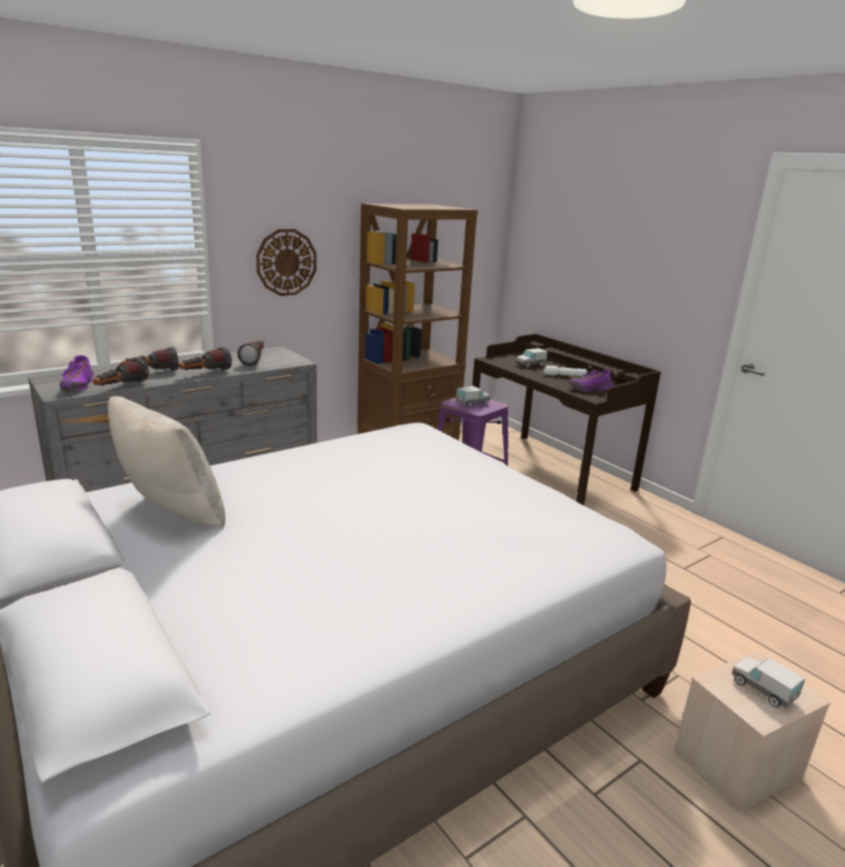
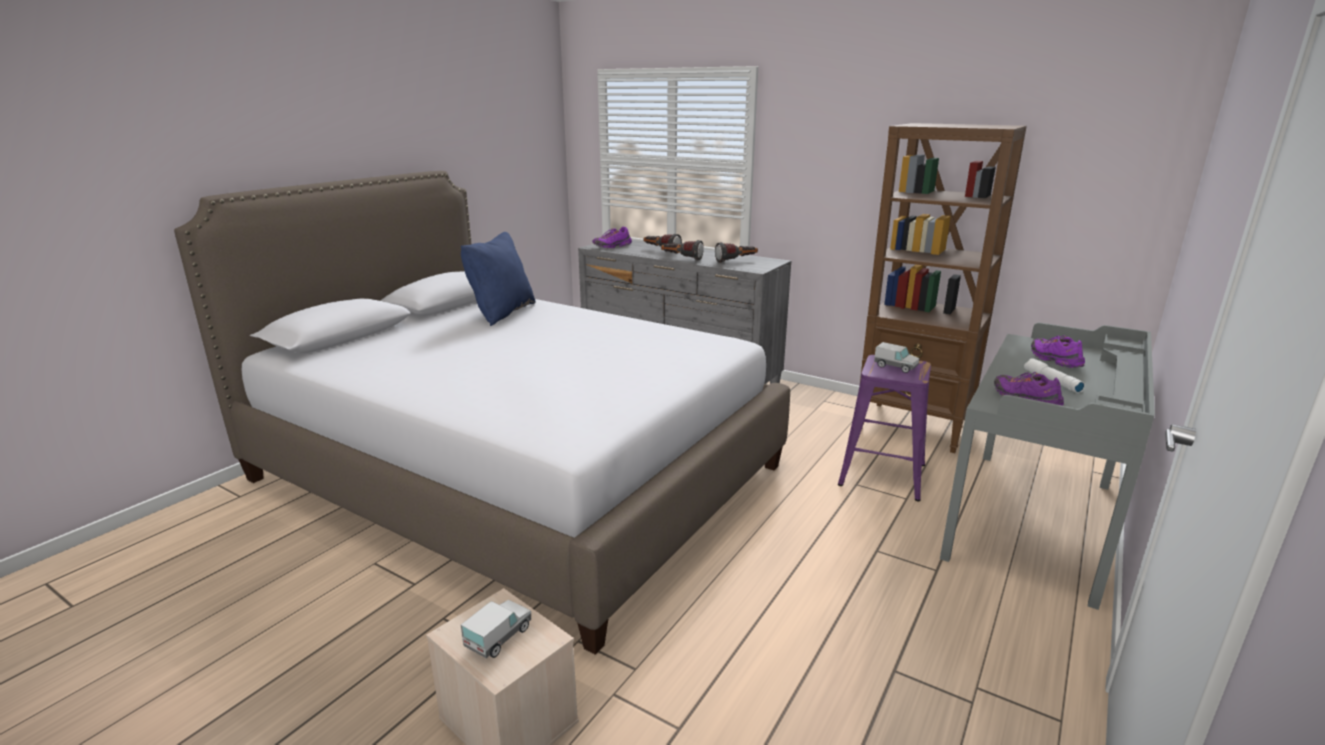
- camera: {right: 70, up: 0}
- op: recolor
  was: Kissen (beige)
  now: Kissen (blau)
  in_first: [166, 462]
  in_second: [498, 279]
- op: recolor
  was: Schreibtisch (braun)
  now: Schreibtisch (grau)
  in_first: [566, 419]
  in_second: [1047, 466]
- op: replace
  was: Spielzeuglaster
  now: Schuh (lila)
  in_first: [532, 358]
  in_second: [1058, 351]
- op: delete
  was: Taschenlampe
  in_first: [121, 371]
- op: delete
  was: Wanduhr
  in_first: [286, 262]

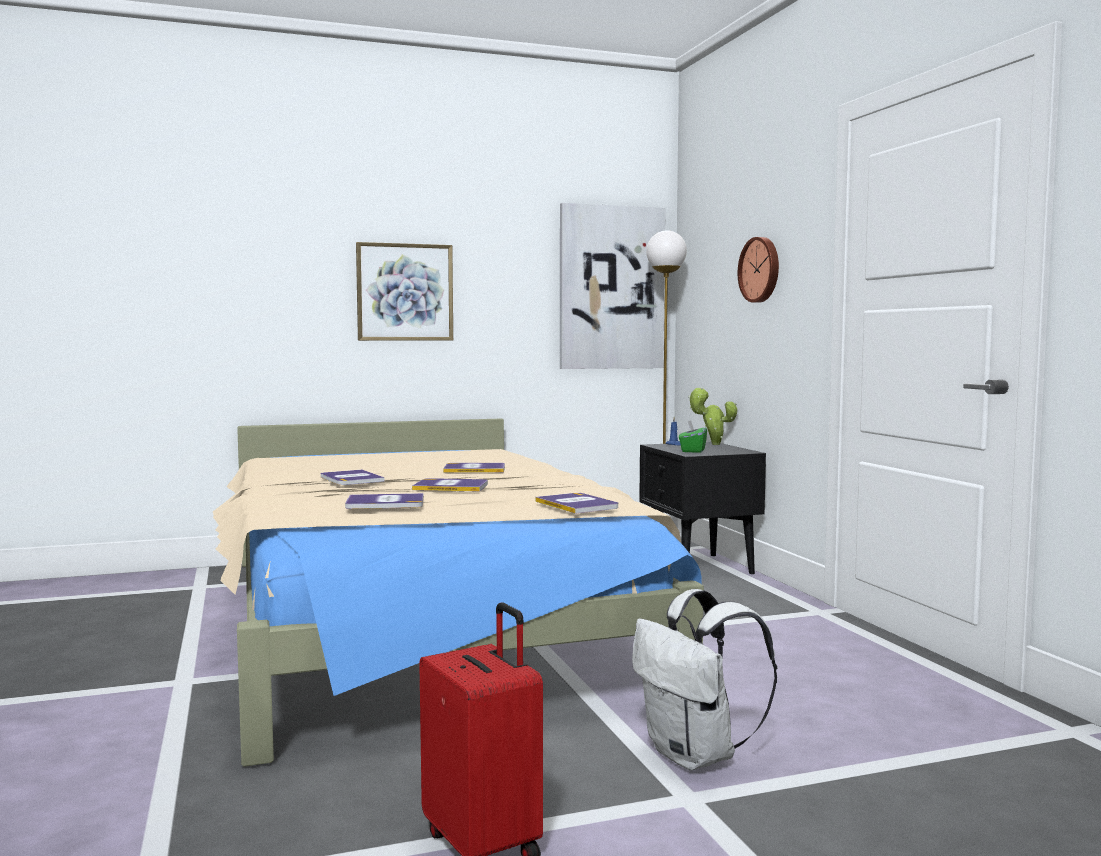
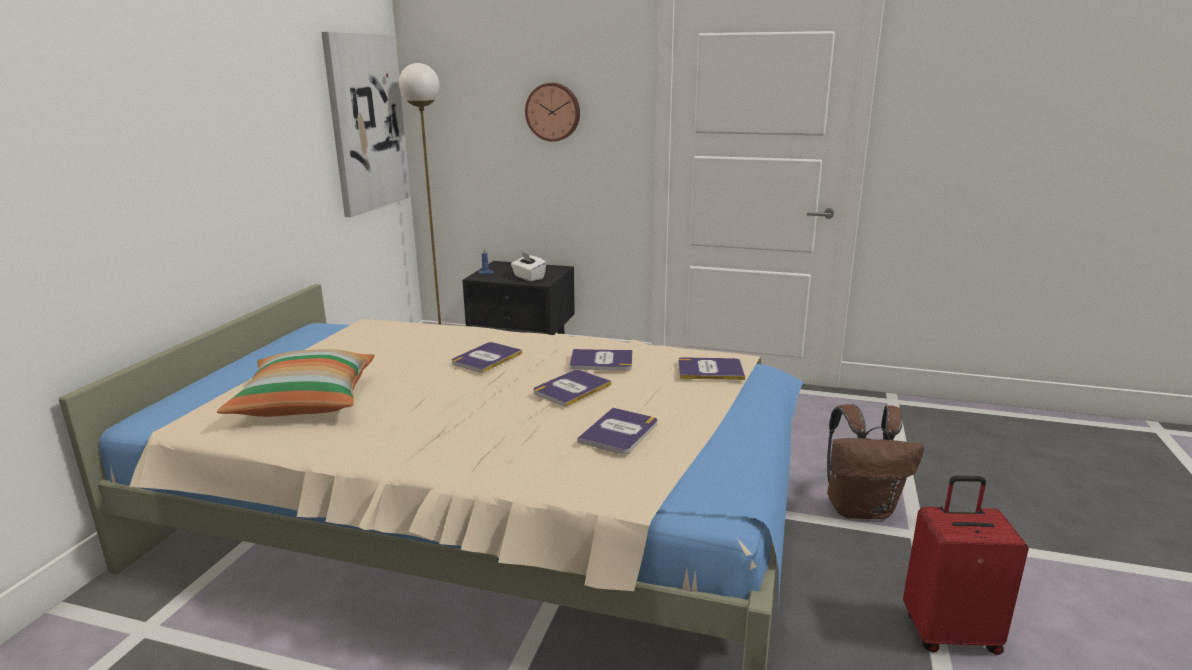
- camera: {right: -55, up: 15}
- op: insert
  now: Kissen
  in_second: [295, 383]
- op: recolor
  was: Taschentuchbox (grün)
  now: Taschentuchbox (weiß)
  in_first: [693, 436]
  in_second: [528, 266]
- op: move
  was: Buch
  in_first: [353, 477]
  in_second: [601, 359]
- op: recolor
  was: Rucksack (weiß)
  now: Rucksack (braun)
  in_first: [704, 680]
  in_second: [875, 461]
- op: delete
  was: Bild
  in_first: [404, 291]
- op: delete
  was: Topfpflanze
  in_first: [712, 416]

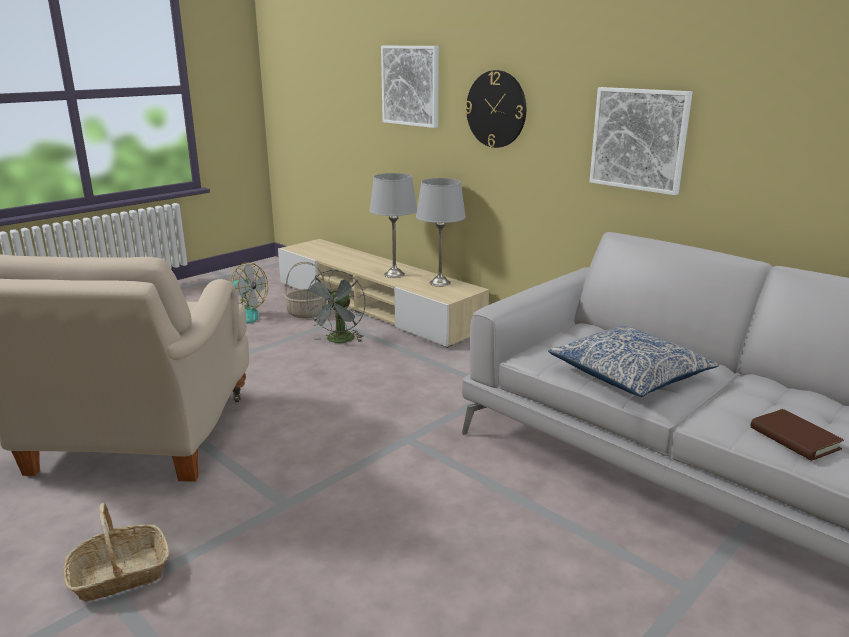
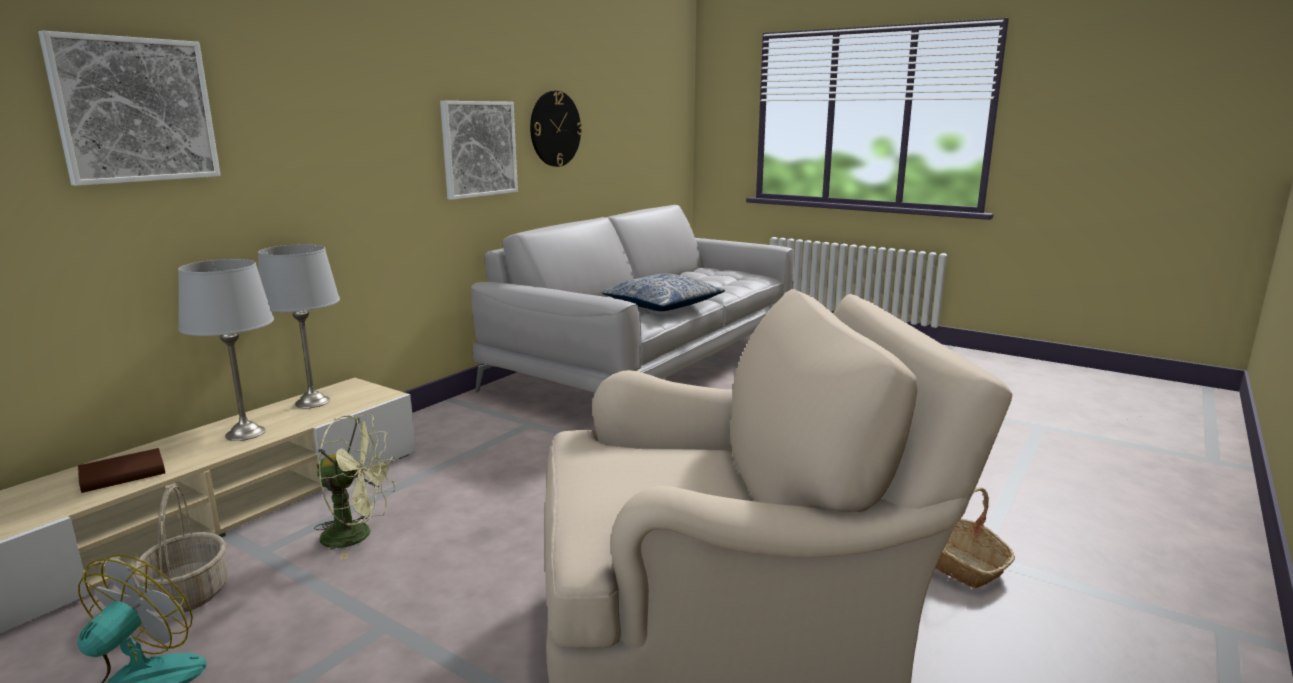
- camera: {right: -100, up: -5}
- op: move
  was: Buch (braun)
  in_first: [797, 435]
  in_second: [121, 470]
- op: recolor
  was: Ventilator (grau)
  now: Ventilator (grün)
  in_first: [335, 306]
  in_second: [354, 487]
- op: move
  was: Wanduhr
  in_first: [495, 109]
  in_second: [556, 129]

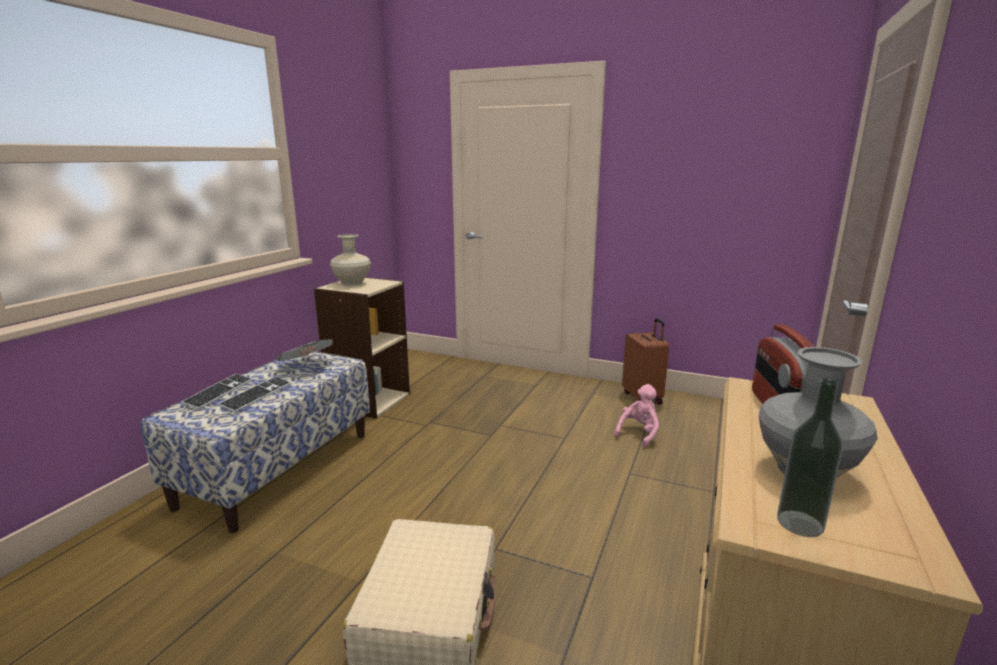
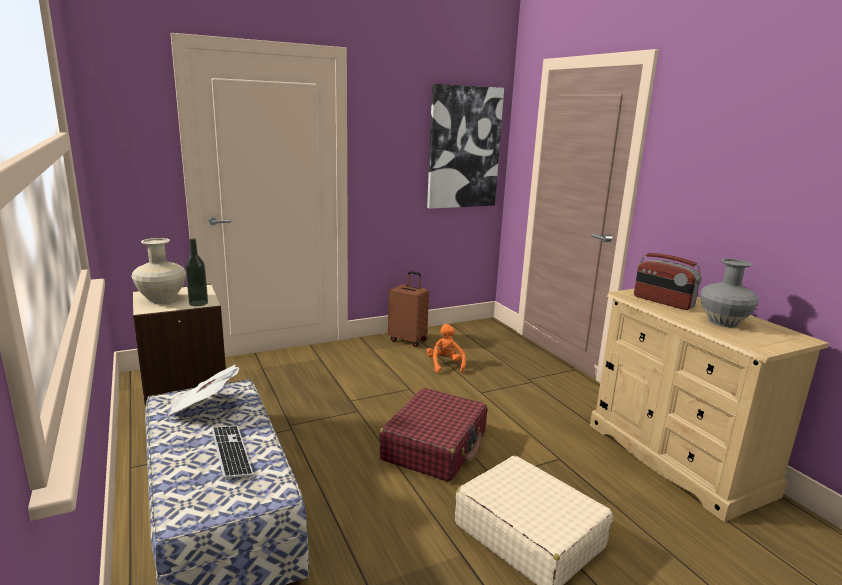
- camera: {right: -50, up: 0}
- op: move
  was: Flasche
  in_first: [810, 458]
  in_second: [196, 272]
- op: insert
  now: Koffer (rot)
  in_second: [433, 435]
- op: insert
  now: Bild
  in_second: [465, 146]
- op: recolor
  was: Plüschtier (rosa)
  now: Plüschtier (orange)
  in_first: [636, 415]
  in_second: [446, 348]
- op: delete
  was: Tastatur
  in_first: [217, 391]

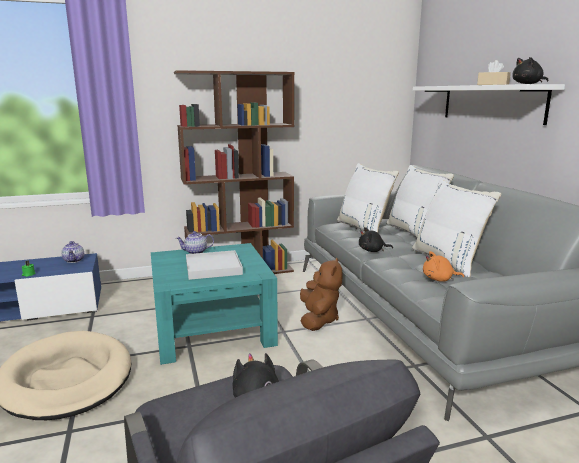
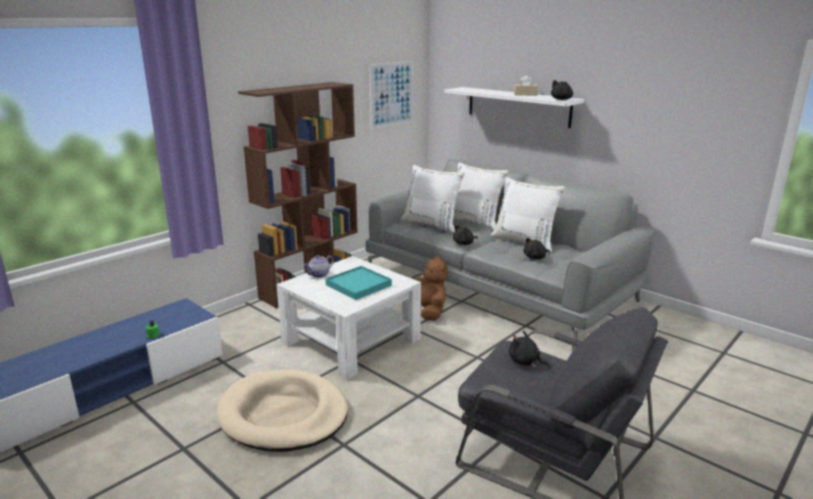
- camera: {right: -30, up: 5}
- op: recolor
  was: Couchtisch (türkis)
  now: Couchtisch (weiß)
  in_first: [214, 304]
  in_second: [349, 318]
- op: recolor
  was: Tablett (weiß)
  now: Tablett (türkis)
  in_first: [214, 265]
  in_second: [358, 283]
- op: insert
  now: Bild
  in_second: [391, 95]
- op: recolor
  was: Plüschtier (orange)
  now: Plüschtier (schwarz)
  in_first: [443, 266]
  in_second: [536, 248]
- op: delete
  was: Teekanne
  in_first: [73, 252]

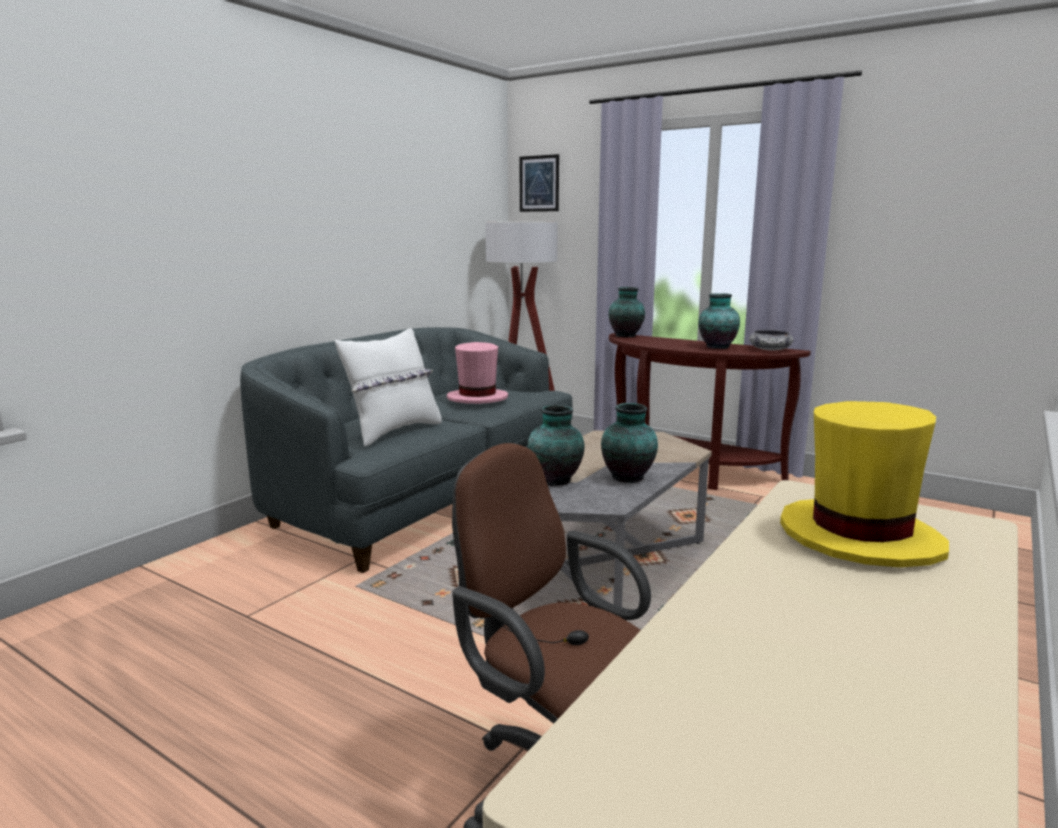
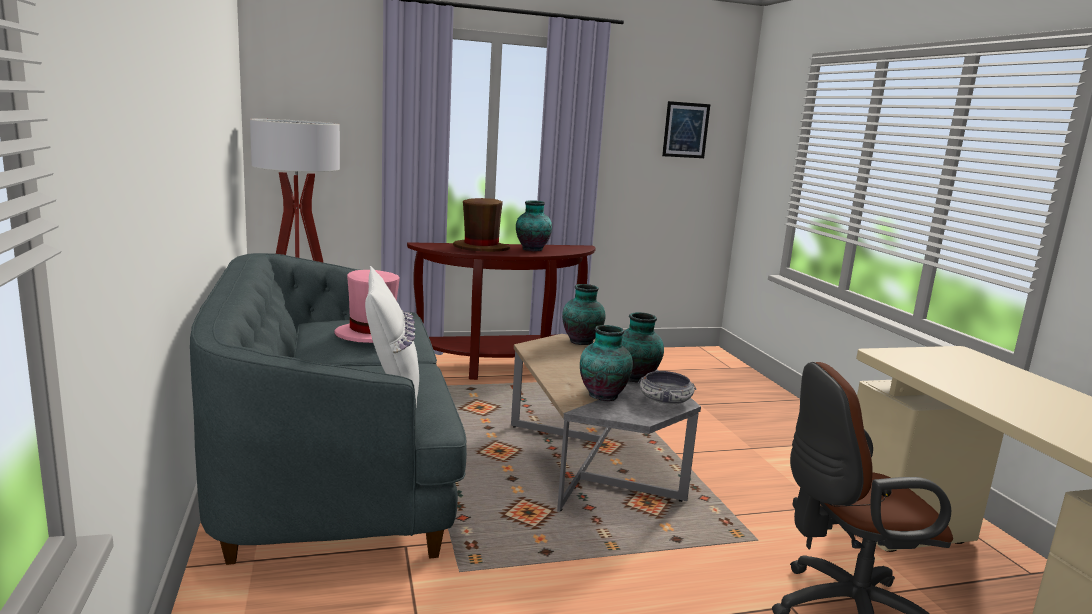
- camera: {right: -50, up: 0}
- op: insert
  now: Hut (braun)
  in_second: [481, 225]
- op: move
  was: Vase
  in_first: [627, 312]
  in_second: [584, 314]
- op: move
  was: Schüssel
  in_first: [771, 340]
  in_second: [667, 387]
- op: move
  was: Bild
  in_first: [539, 183]
  in_second: [686, 129]
- op: delete
  was: Hut (gelb)
  in_first: [864, 484]

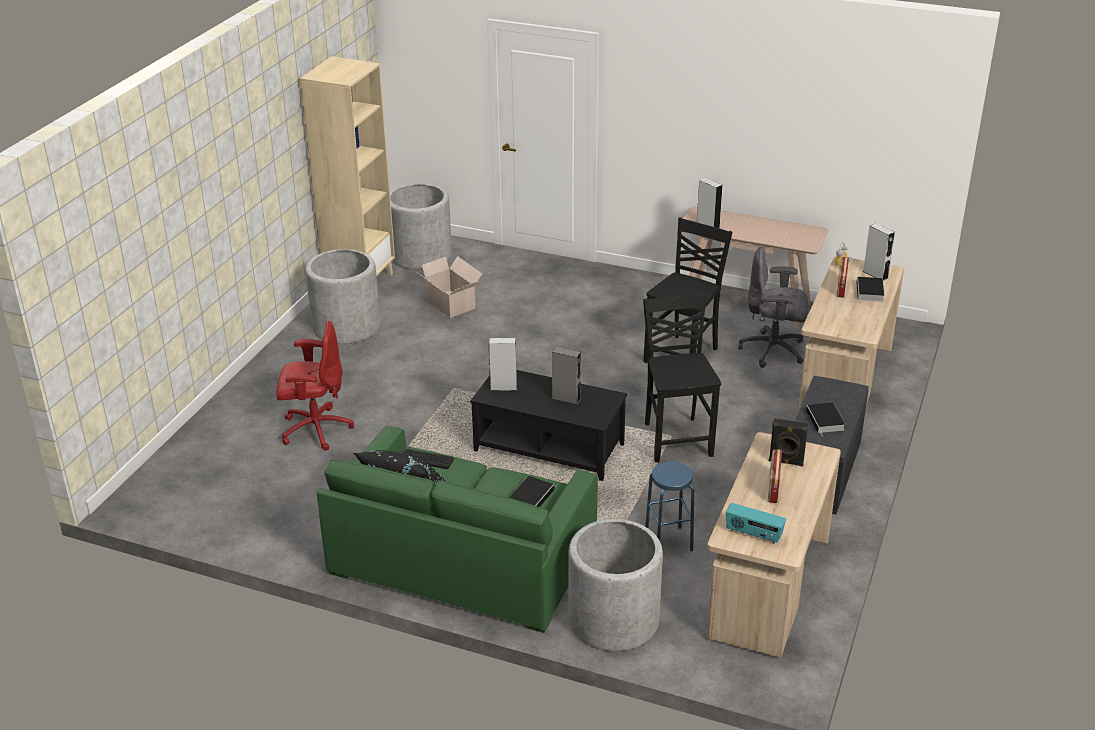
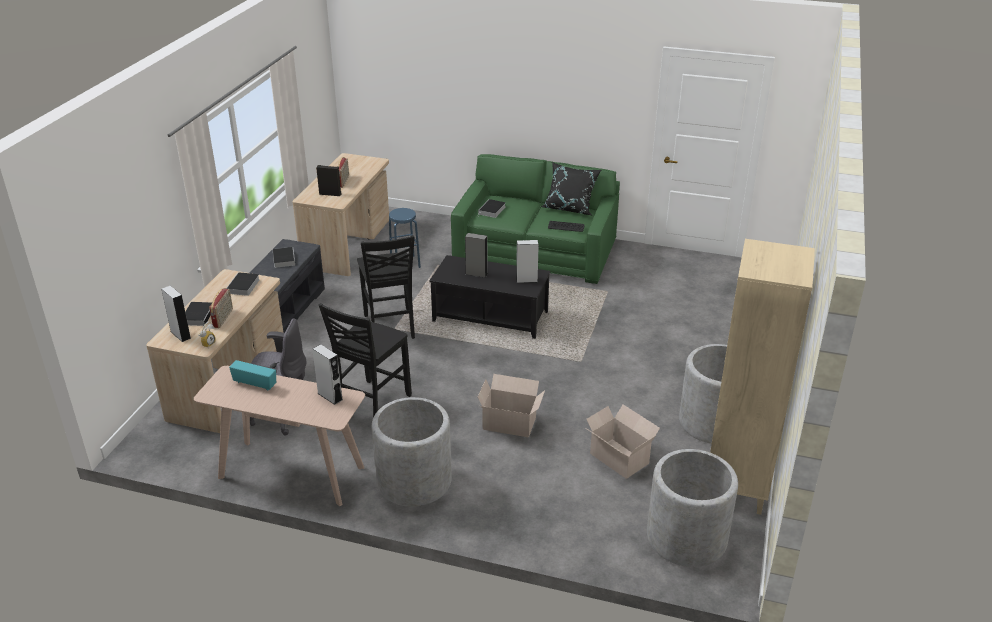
- camera: {right: 175, up: 0}
- op: insert
  now: Buch
  in_second: [243, 284]
- op: move
  was: Radio
  in_first: [756, 523]
  in_second: [252, 375]
- op: move
  was: Pflanzkübel (grau)
  in_first: [615, 585]
  in_second: [412, 452]
- op: insert
  now: Karton
  in_second: [511, 406]
- op: delete
  was: Bürostuhl (rot)
  in_first: [315, 386]

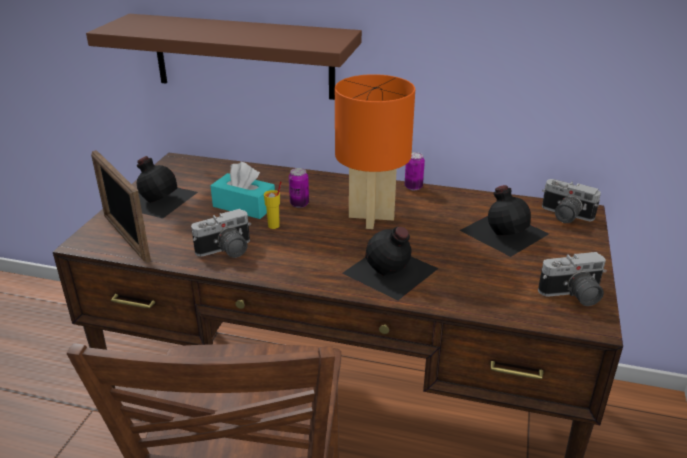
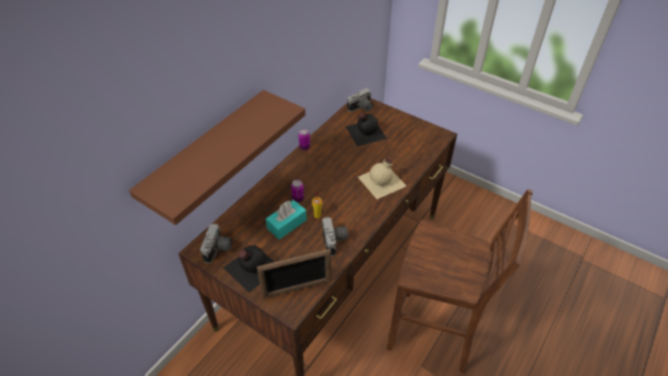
- camera: {right: -70, up: 15}
- op: move
  was: Kamera
  in_first: [572, 279]
  in_second: [216, 243]
- op: recolor
  was: Flasche (schwarz)
  now: Flasche (beige)
  in_first: [390, 263]
  in_second: [382, 179]
- op: delete
  was: Tischlampe (orange)
  in_first: [375, 151]

